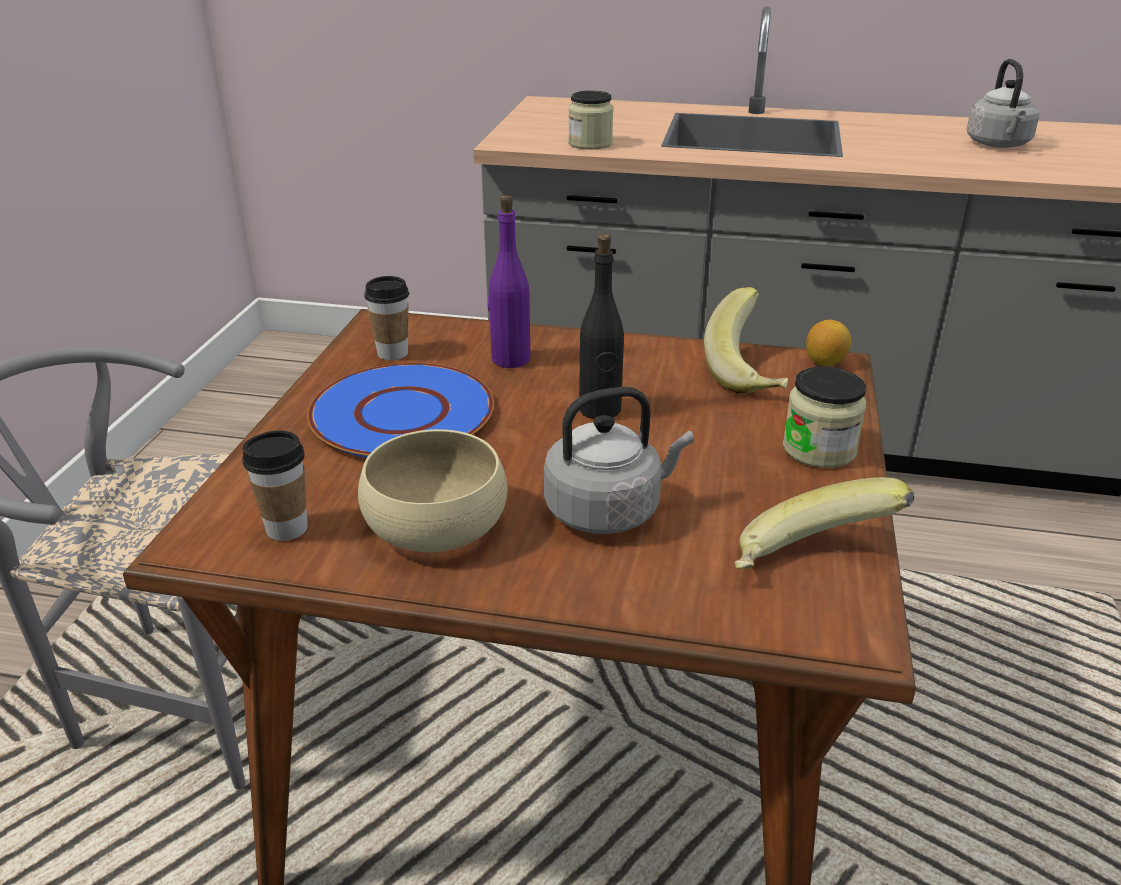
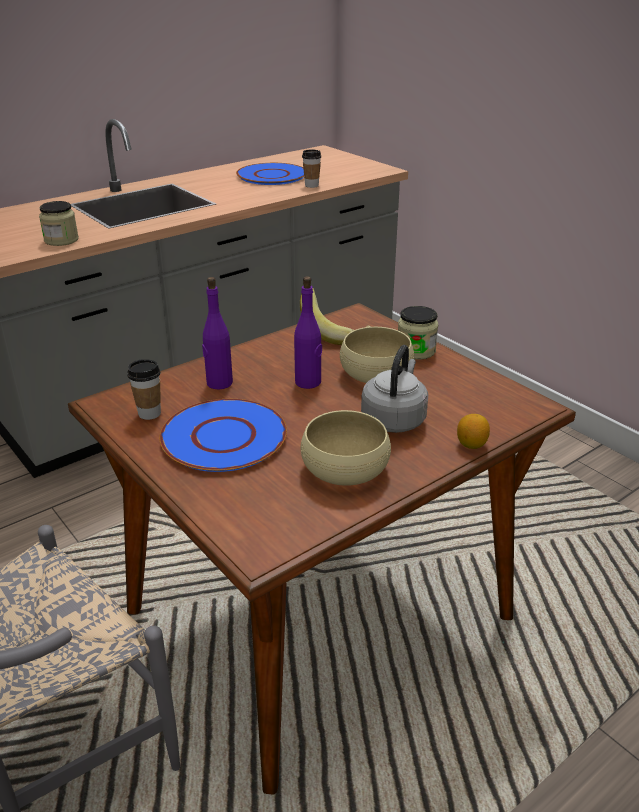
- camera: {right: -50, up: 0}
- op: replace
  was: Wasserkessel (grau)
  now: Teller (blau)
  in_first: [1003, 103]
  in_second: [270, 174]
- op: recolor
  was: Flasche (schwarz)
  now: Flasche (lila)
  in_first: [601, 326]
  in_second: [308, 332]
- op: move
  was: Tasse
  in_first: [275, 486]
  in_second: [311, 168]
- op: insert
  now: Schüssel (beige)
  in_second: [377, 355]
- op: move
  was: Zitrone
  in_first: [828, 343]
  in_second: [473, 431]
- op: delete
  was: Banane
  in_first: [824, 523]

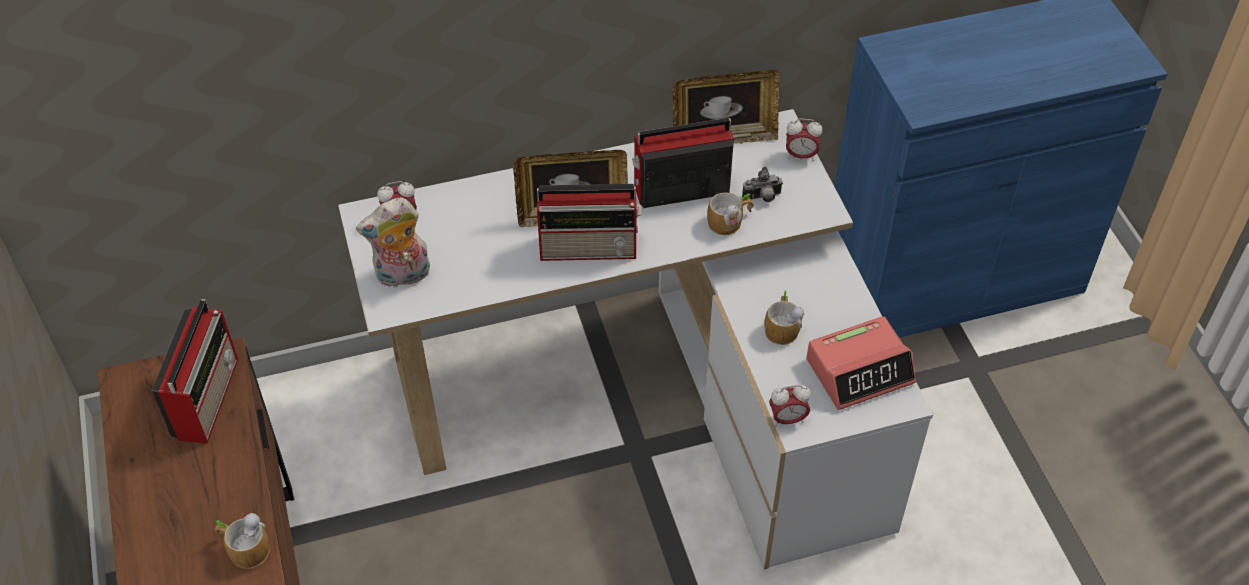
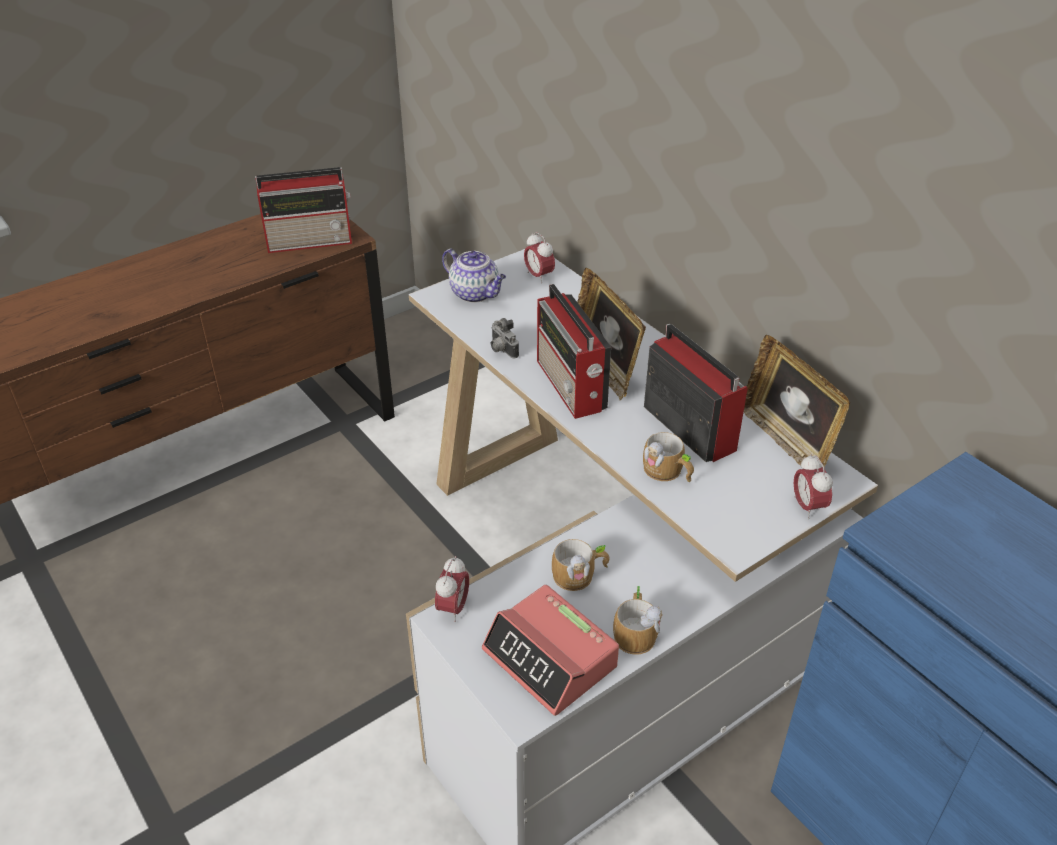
- camera: {right: 70, up: -10}
- op: rotate
  was: Wecker
  in_first: [790, 406]
  in_second: [452, 589]
  clockwise: -135
- op: replace
  was: Plüschtier
  now: Teekanne
  in_first: [393, 242]
  in_second: [474, 276]
- op: move
  was: Kamera
  in_first: [762, 184]
  in_second: [505, 338]
- op: move
  was: Henkelbecher
  in_first: [242, 541]
  in_second: [638, 620]

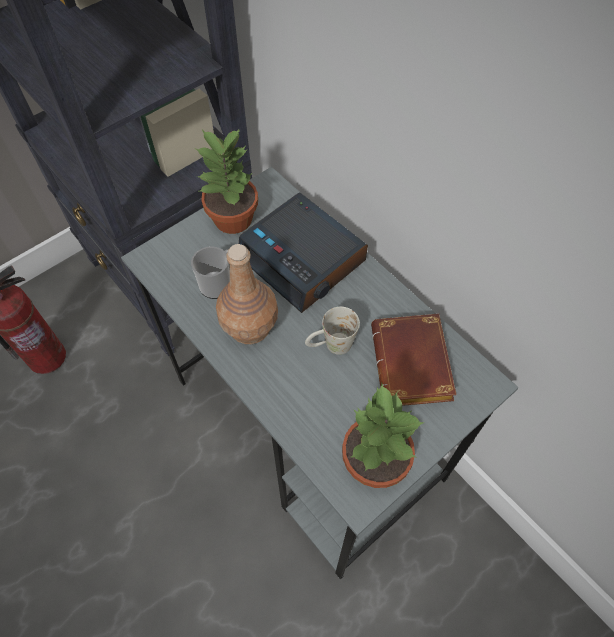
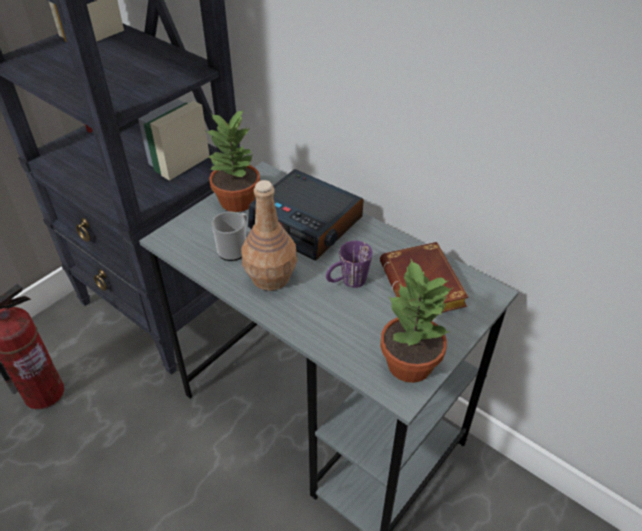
- camera: {right: -10, up: -15}
- op: recolor
  was: Henkelbecher (weiß)
  now: Henkelbecher (lila)
  in_first: [332, 331]
  in_second: [349, 264]

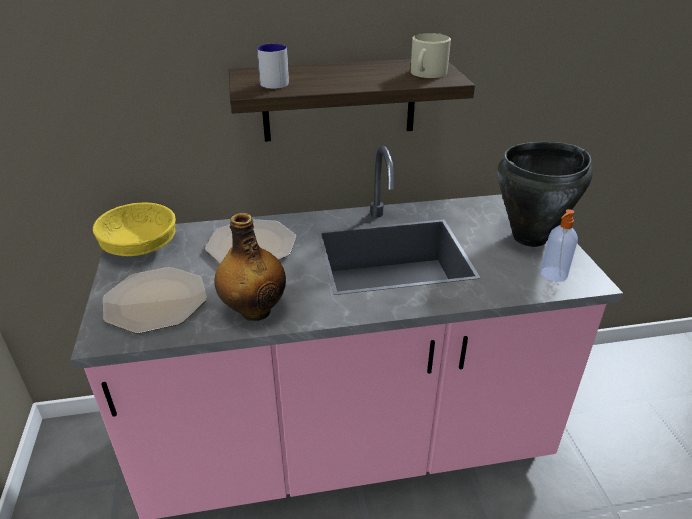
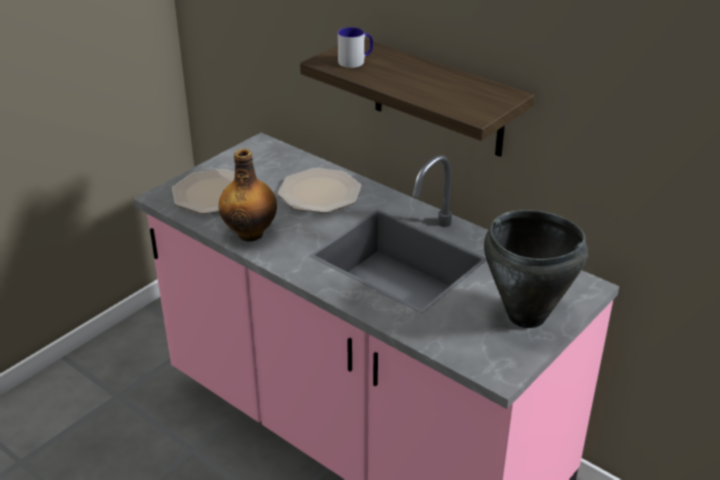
- camera: {right: 50, up: 0}
- op: delete
  was: Schüssel (gelb)
  in_first: [134, 229]
- op: delete
  was: Henkelbecher (beige)
  in_first: [431, 55]
- op: delete
  was: Seifenspender
  in_first: [559, 245]

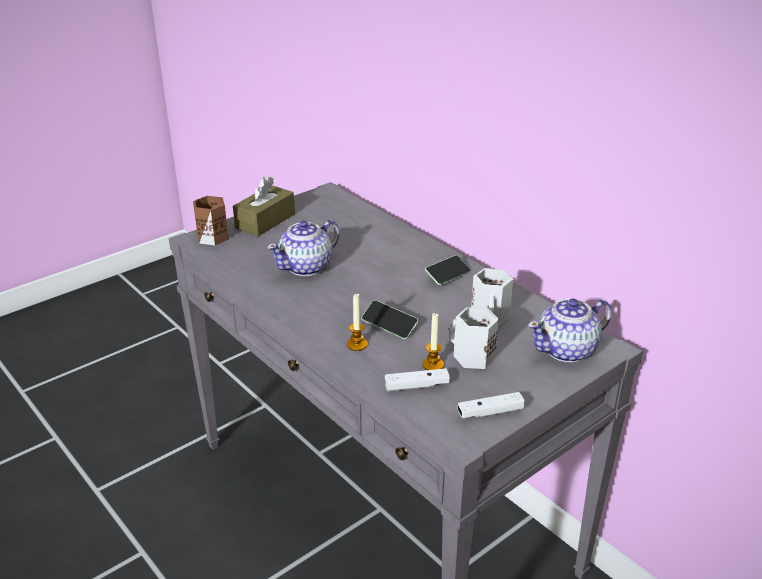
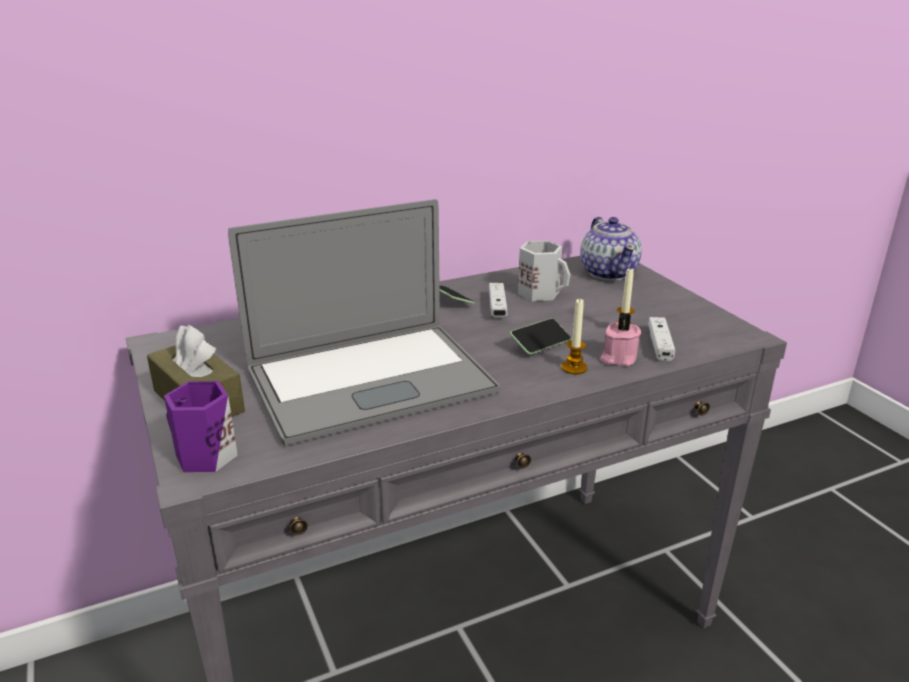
- camera: {right: -75, up: -5}
- op: recolor
  was: Henkelbecher (braun)
  now: Henkelbecher (lila)
  in_first: [211, 220]
  in_second: [201, 426]
- op: replace
  was: Teekanne
  now: Laptop
  in_first: [303, 248]
  in_second: [364, 322]
- op: move
  was: Gamepad (weiß)
  in_first: [491, 405]
  in_second: [498, 300]
- op: insert
  now: Kerze (rosa)
  in_second: [620, 339]
- op: delete
  was: Henkelbecher (weiß)
  in_first: [474, 338]

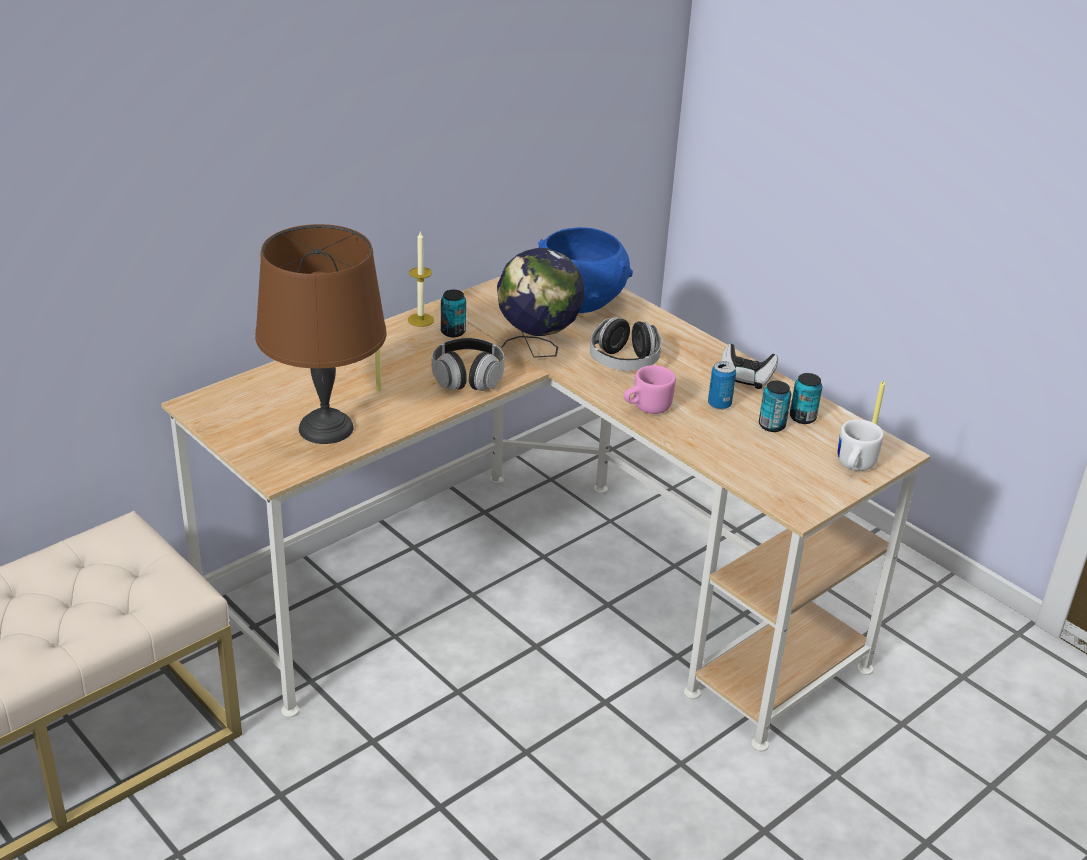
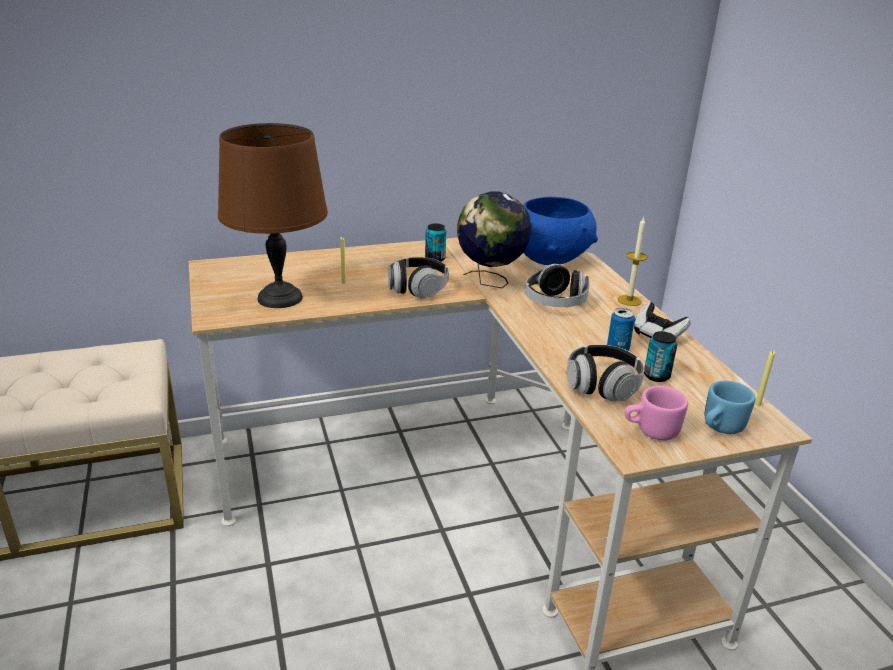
- camera: {right: 25, up: -5}
- op: insert
  now: Kopfhörer
  in_second: [606, 373]
- op: move
  was: Kerze
  in_first: [421, 279]
  in_second: [633, 261]
- op: move
  was: Henkelbecher (rosa)
  in_first: [650, 389]
  in_second: [656, 413]
- op: recolor
  was: Henkelbecher (weiß)
  now: Henkelbecher (blau)
  in_first: [861, 445]
  in_second: [730, 407]
- op: delete
  was: Dose
  in_first: [806, 398]

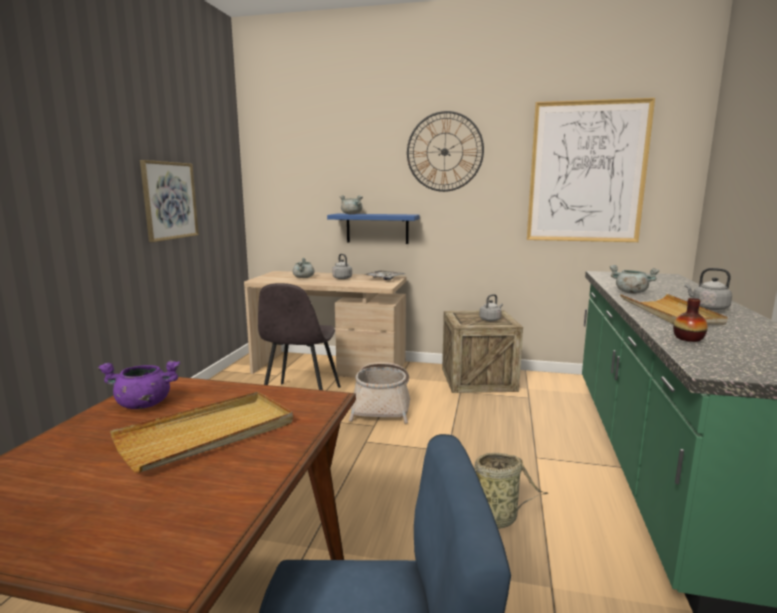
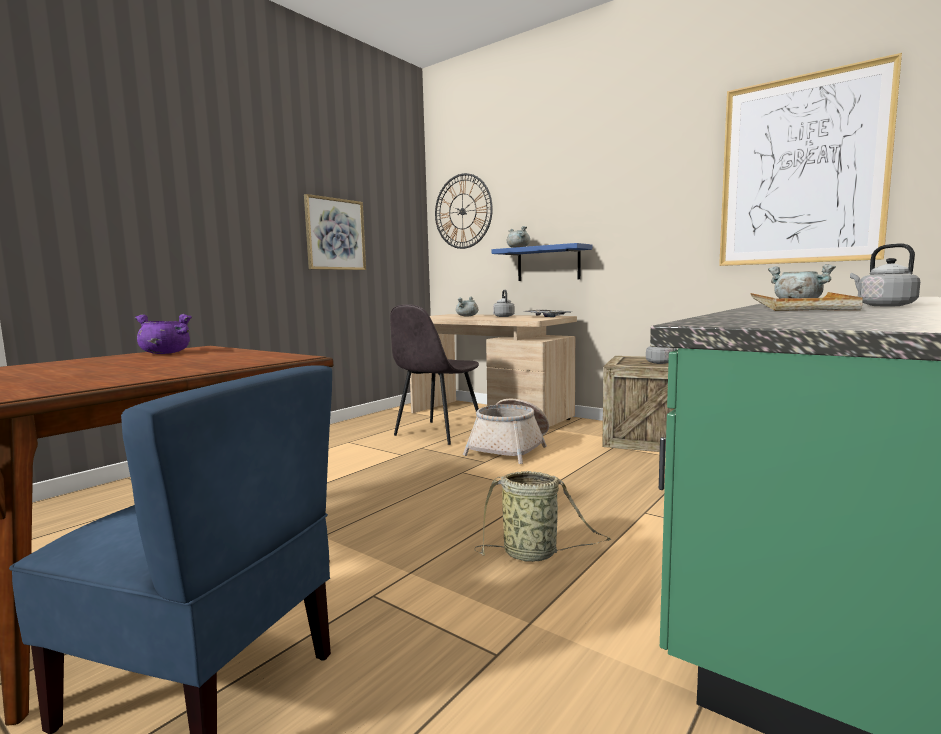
- camera: {right: 25, up: -5}
- op: move
  was: Wanduhr
  in_first: [445, 151]
  in_second: [464, 211]
- op: delete
  was: Tablett (beige)
  in_first: [201, 432]
- op: delete
  was: Vase
  in_first: [690, 320]

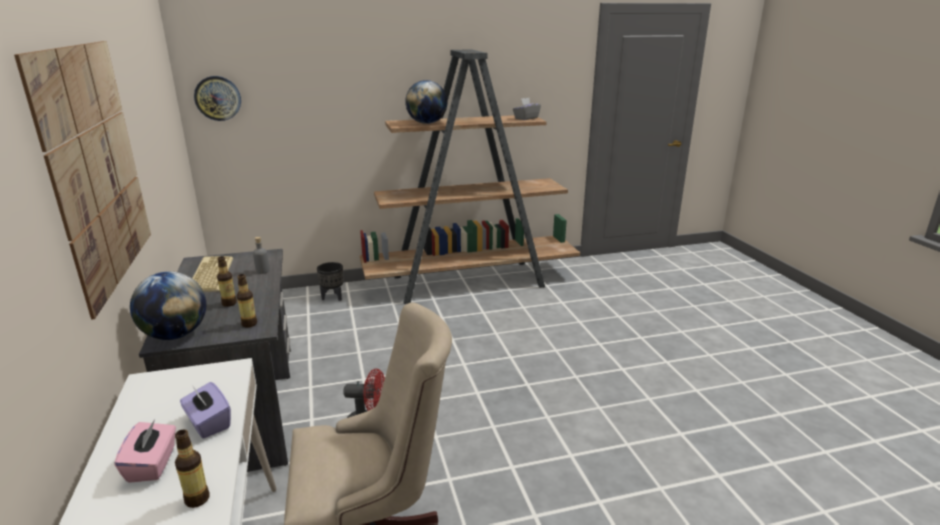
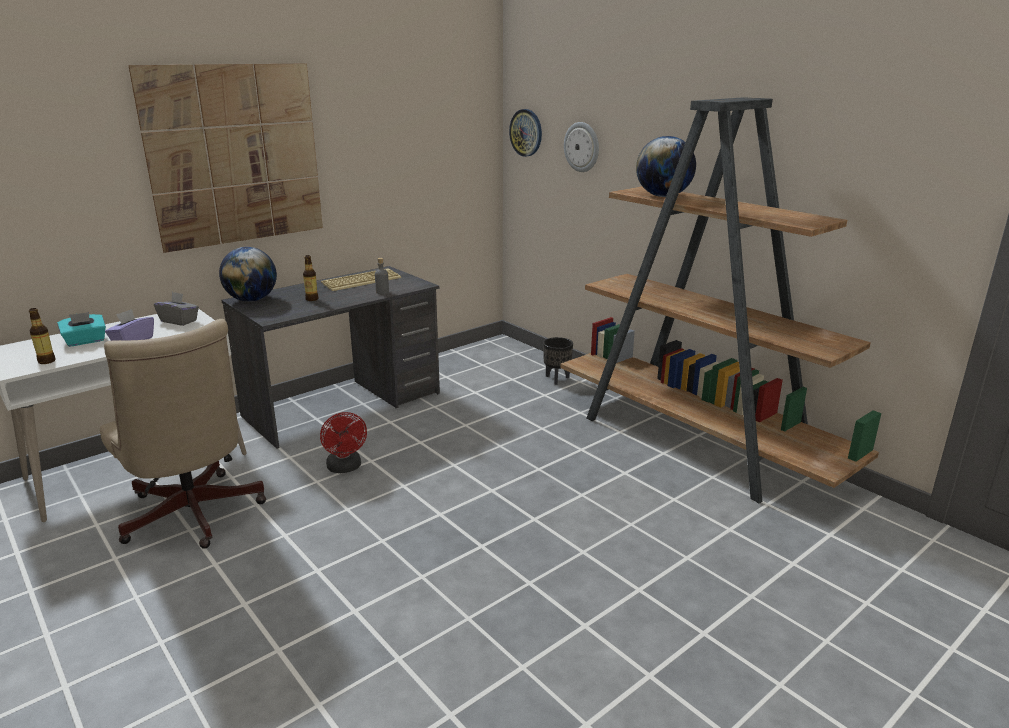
- camera: {right: 65, up: 0}
- op: recolor
  was: Taschentuchbox (rosa)
  now: Taschentuchbox (türkis)
  in_first: [145, 451]
  in_second: [81, 329]
- op: move
  was: Taschentuchbox (grau)
  in_first: [527, 109]
  in_second: [176, 309]
- op: insert
  now: Wanduhr
  in_second: [581, 147]
- op: delete
  was: Flasche
  in_first: [247, 300]

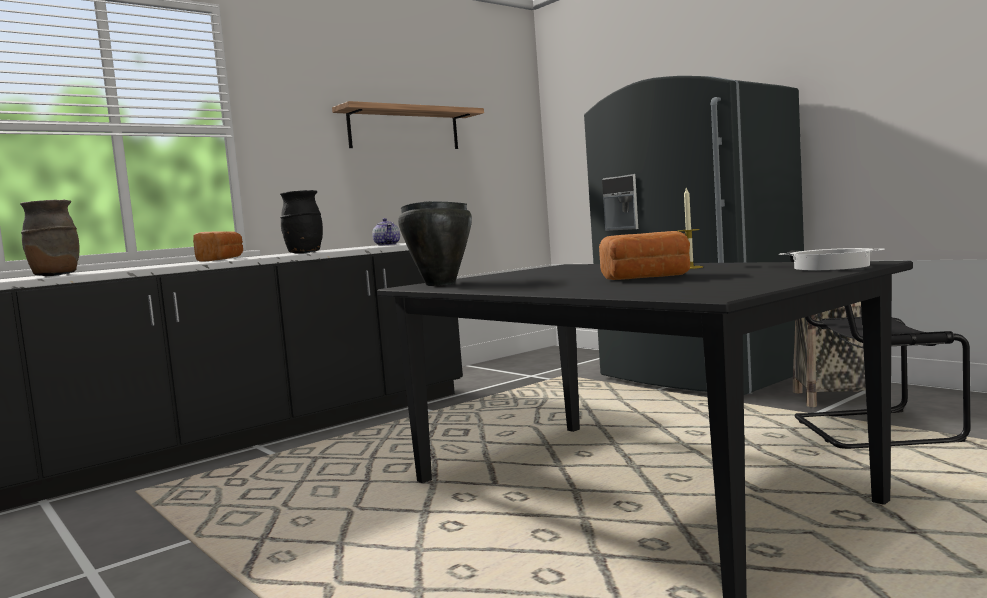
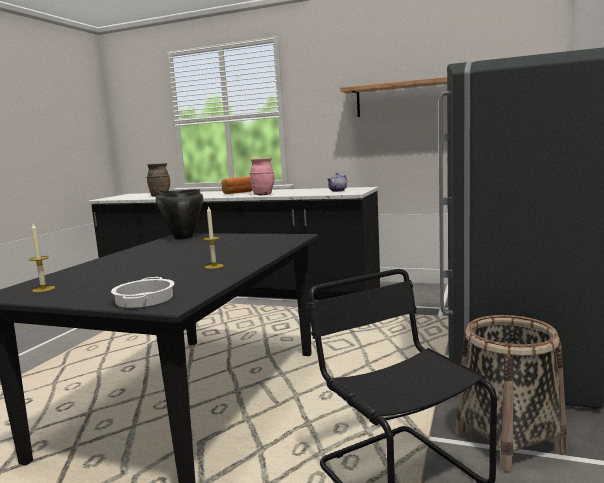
- camera: {right: 60, up: 5}
- op: insert
  now: Kerze
  in_second: [42, 258]
- op: recolor
  was: Vase (schwarz)
  now: Vase (rosa)
  in_first: [301, 222]
  in_second: [261, 177]
- op: delete
  was: Brot
  in_first: [644, 255]

